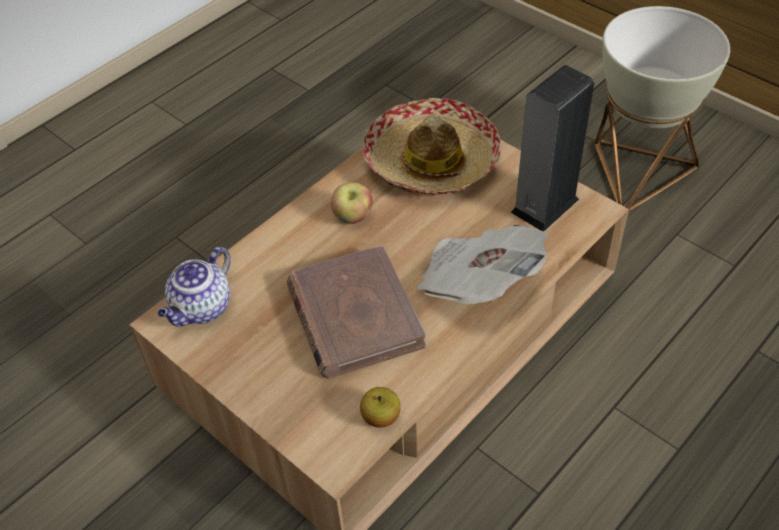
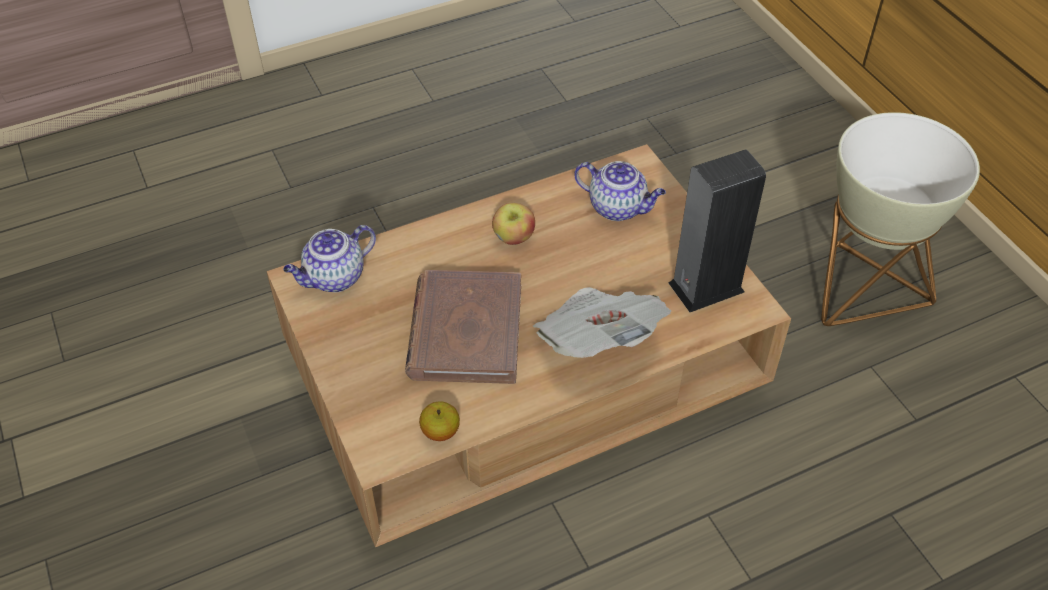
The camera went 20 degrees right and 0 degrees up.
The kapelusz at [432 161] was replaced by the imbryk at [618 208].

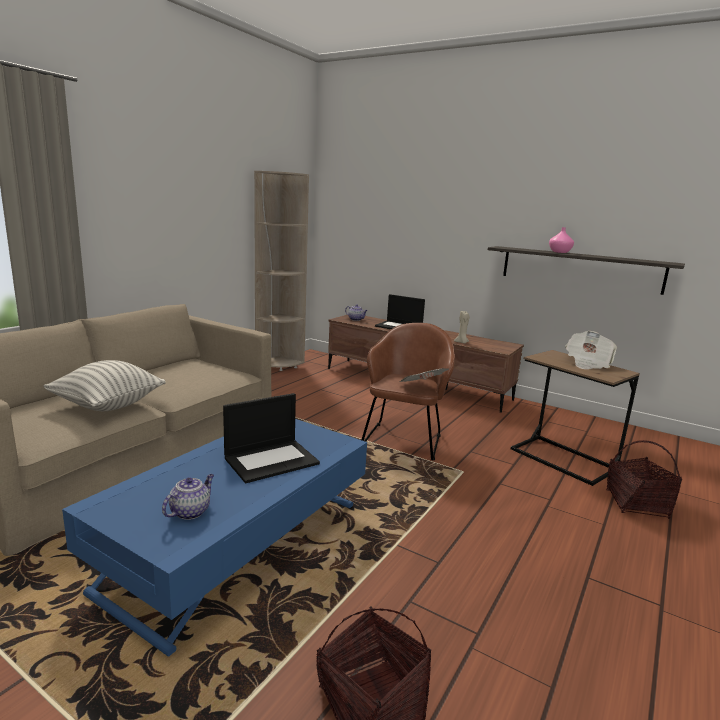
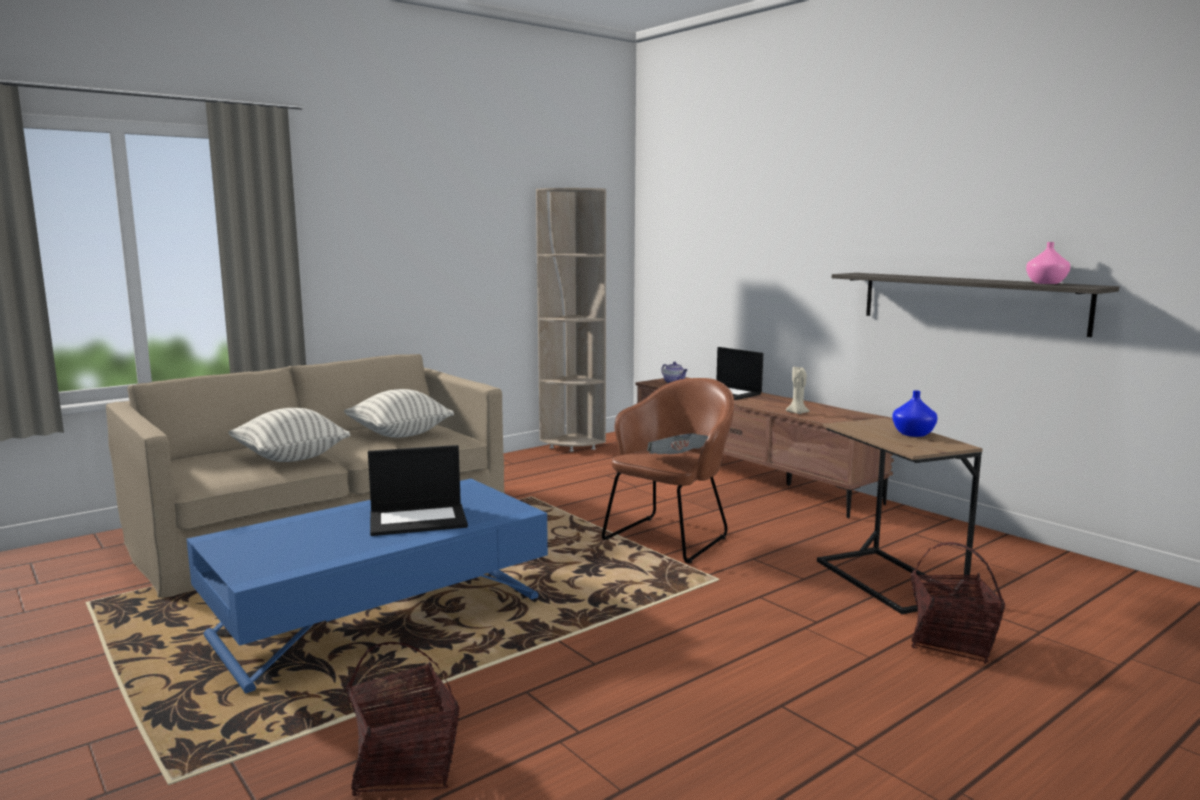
The camera went 20 degrees right and 5 degrees down.
The wazon (różowy) moved from [559 252] to [1045 283].
The gazeta at [587 363] was replaced by the wazon (niebieski) at [913 434].
The imbryk at [190 511] disappeared.
The poduszka at [399 434] appeared.

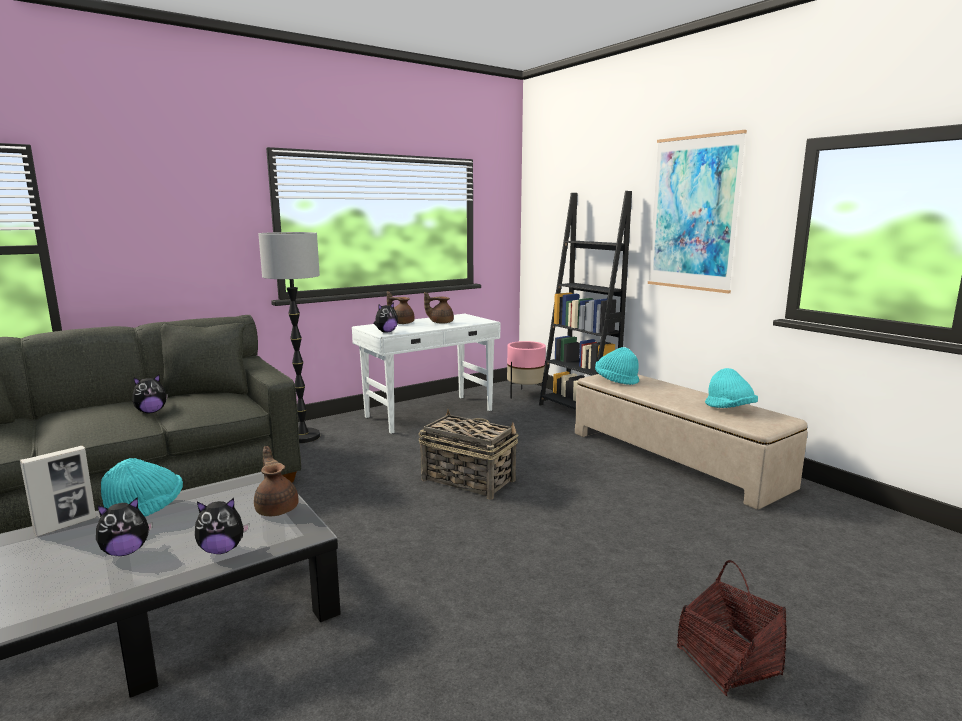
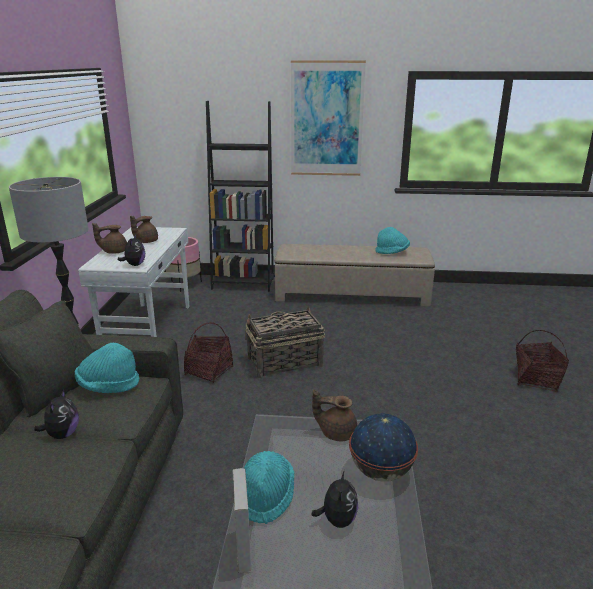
The camera went 50 degrees left and 10 degrees up.
The kapelusz (turkusowy) moved from [616 380] to [108 386].
The pluszak at [222 550] was replaced by the globus at [380 472].
The koszyk at [209 371] appeared.

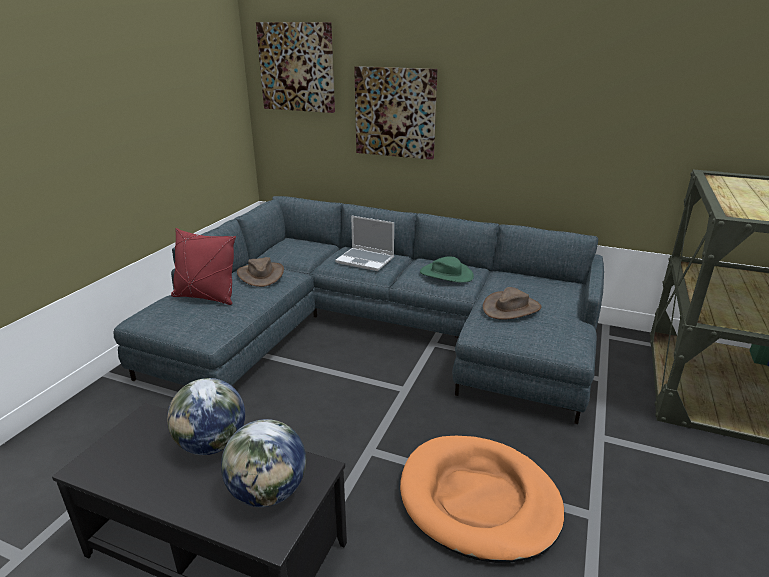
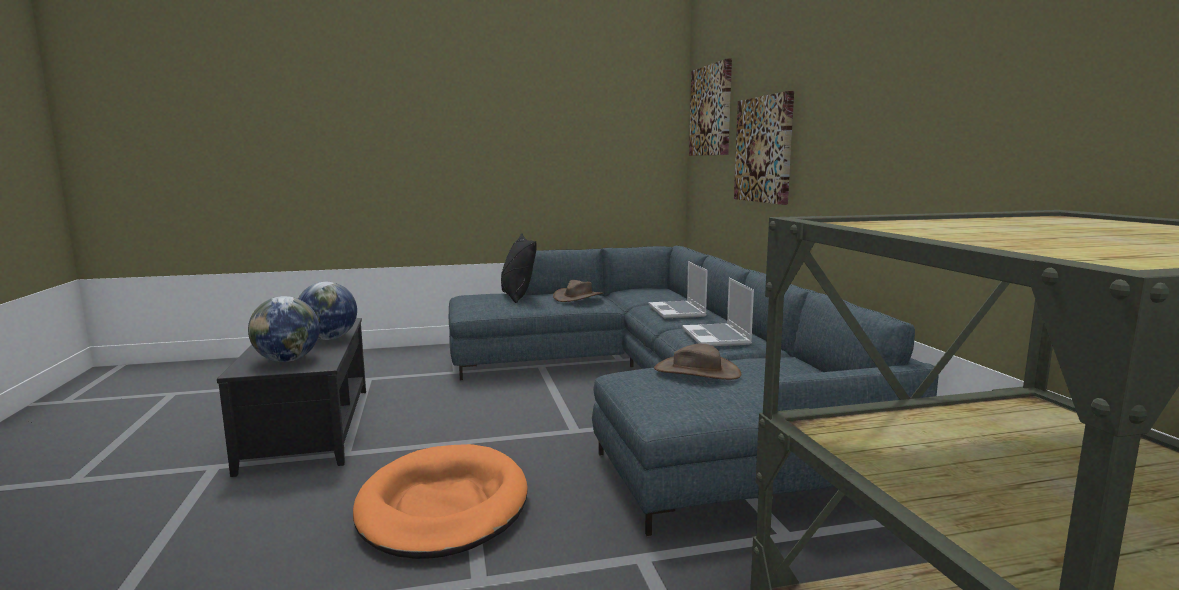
The camera went 55 degrees right and 15 degrees down.
The poduszka (czerwony) at [206 297] became the poduszka (czarny) at [517 297].
The kapelusz (zielony) at [446 274] was replaced by the laptop at [717 337].

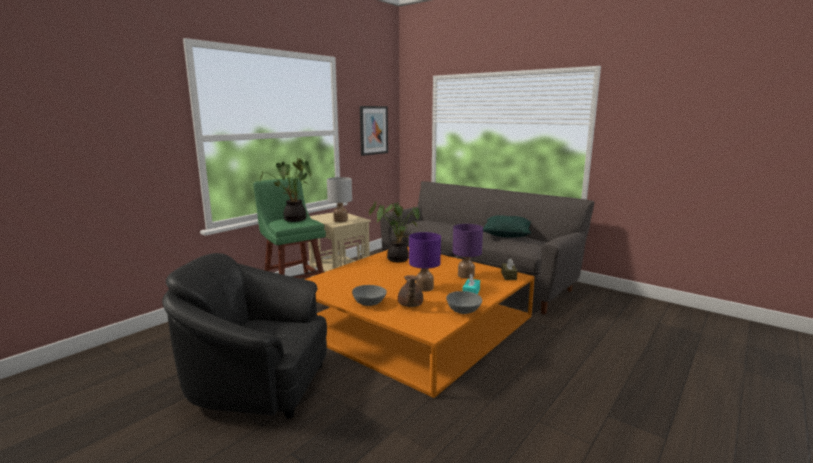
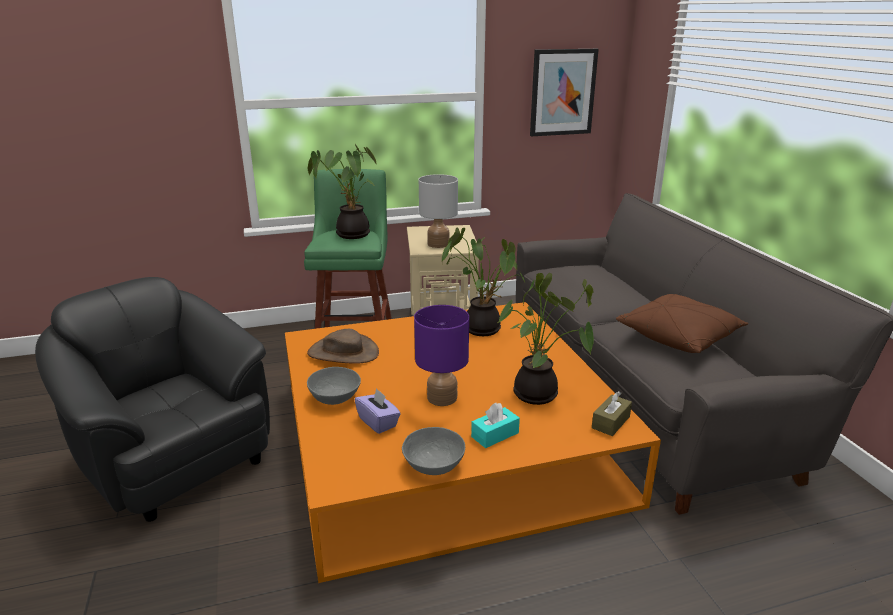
The camera went 35 degrees right and 10 degrees up.
The poduszka (zielony) at [506 234] became the poduszka (brązowy) at [679 336].
The lampa stołowa (fioletowy) at [466 275] was replaced by the roślina doniczkowa at [539 395].
The imbryk (brązowy) at [410 305] was replaced by the pudełko chusteczek (fioletowy) at [378 422].
The kapelusz (brązowy) at [343 352] appeared.

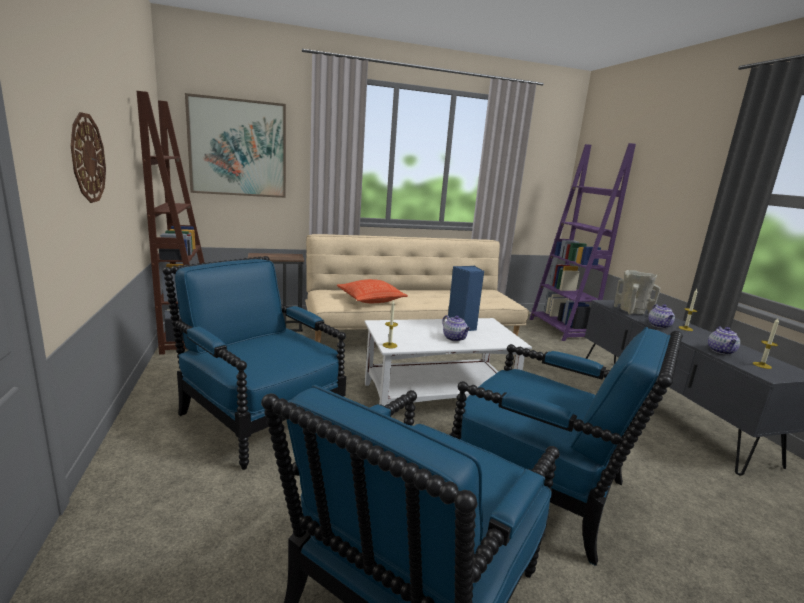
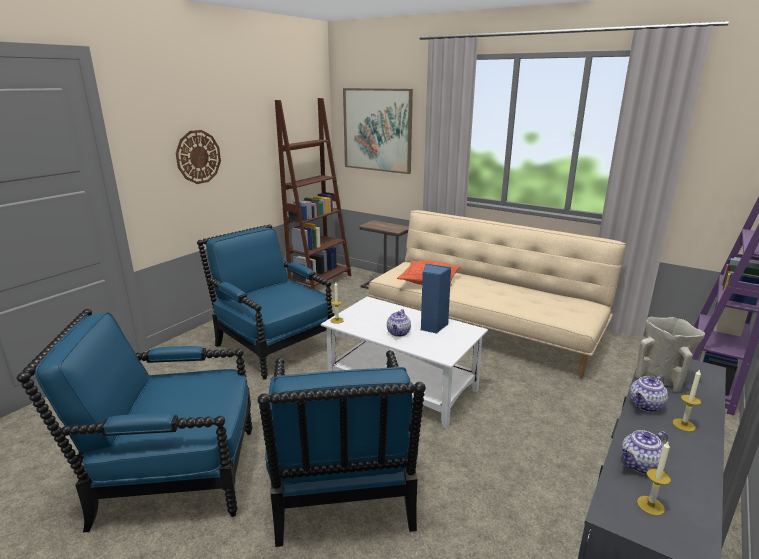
The camera went 50 degrees right and 5 degrees up.
The fotel (niebieski) at [258 416] turned 45 degrees counterclockwise.

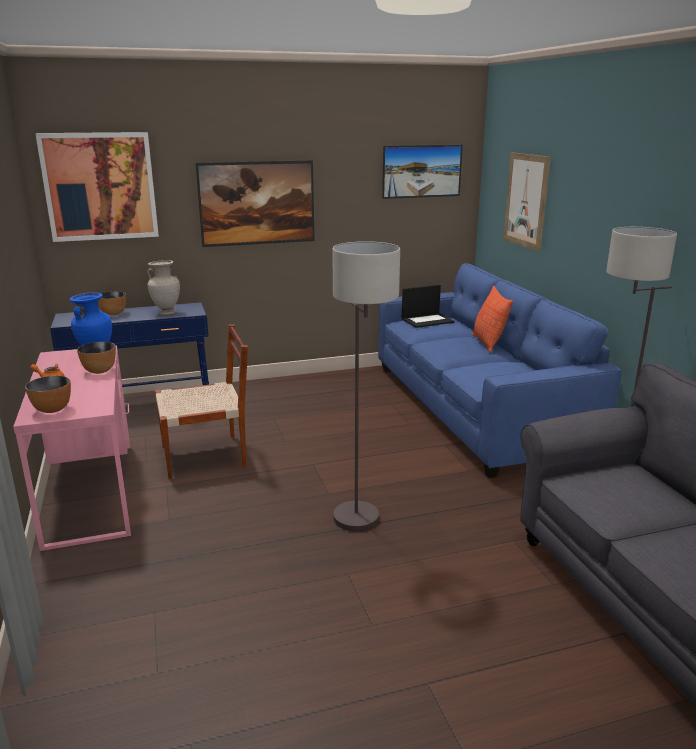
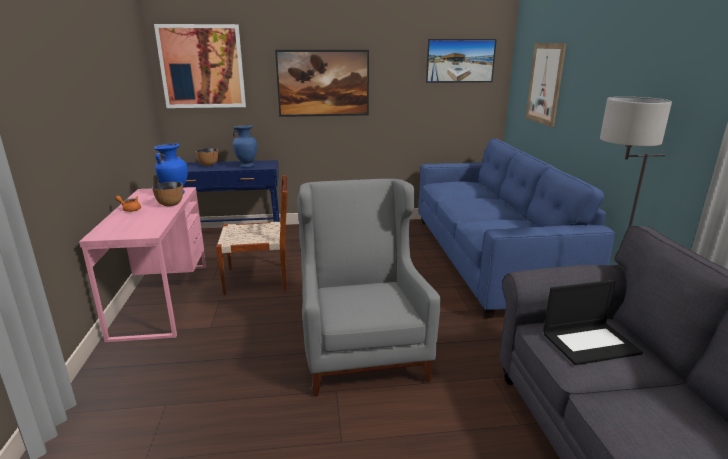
The camera went 10 degrees right and 0 degrees up.
The lampa stojąca (szary) at [361 525] was replaced by the fotel (szary) at [361 349].
The wazon (beżowy) at [166 313] became the wazon (niebieski) at [247 166].
The laptop moved from [427 320] to [590 342].
The poduszka (pomarańczowy) at [488 343] disappeared.
The miska at [52 409] disappeared.

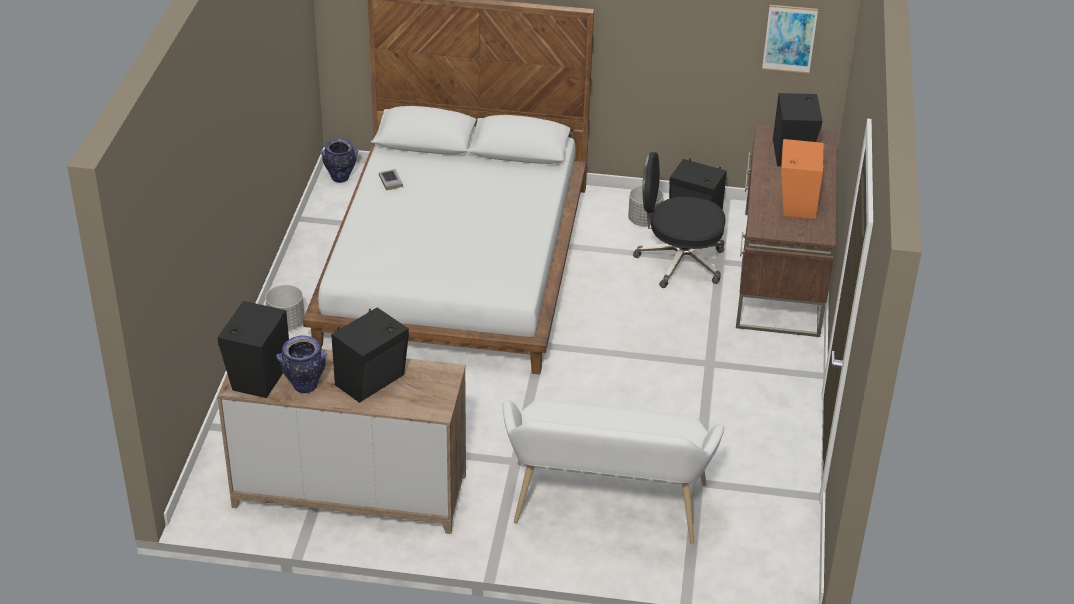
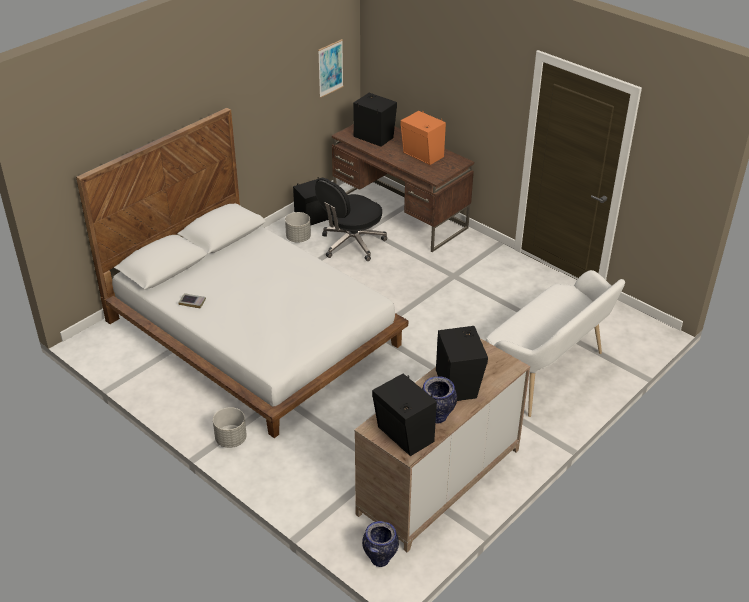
The camera went 55 degrees left and 0 degrees up.
The wazon moved from [340 178] to [380 559].

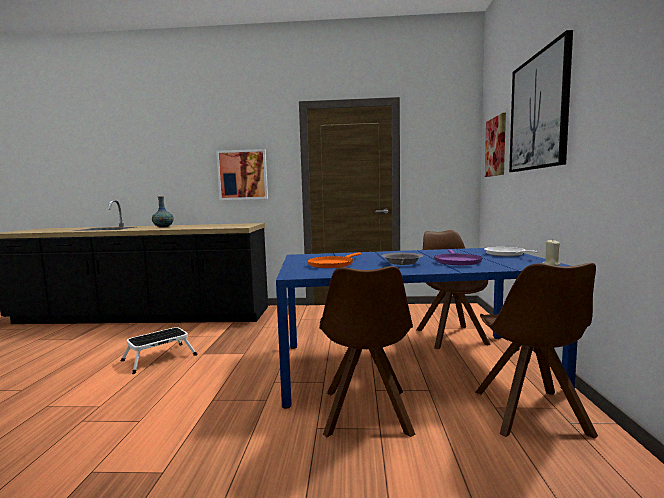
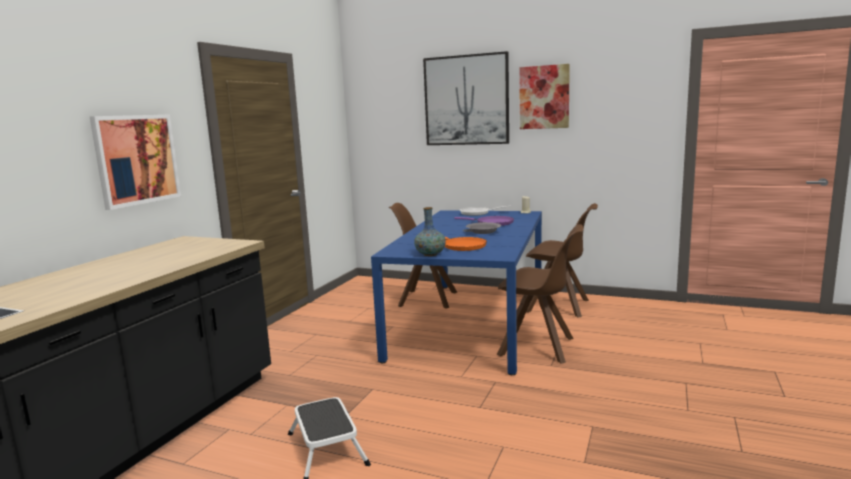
The camera went 70 degrees left and 5 degrees up.
The obraz moved from [496 146] to [544 97].
The wazon moved from [163 227] to [430 254].

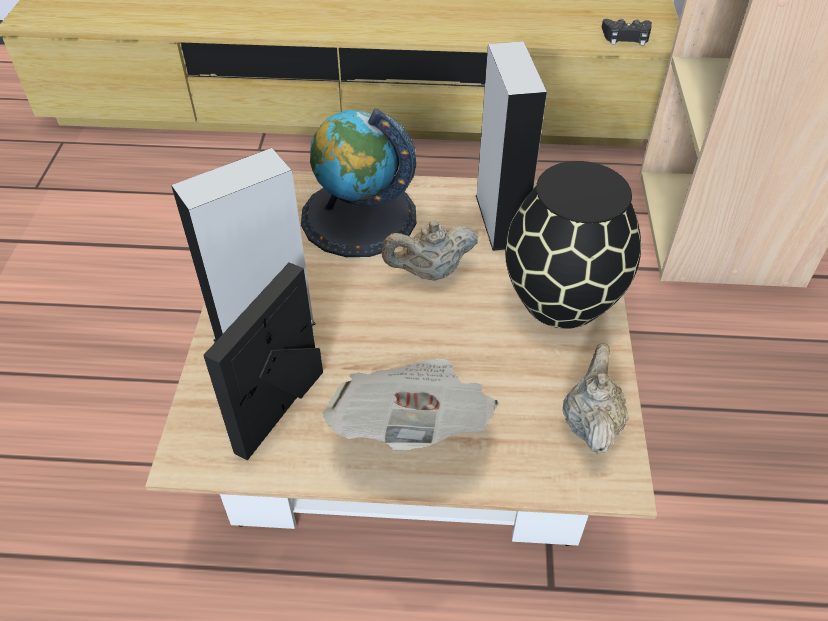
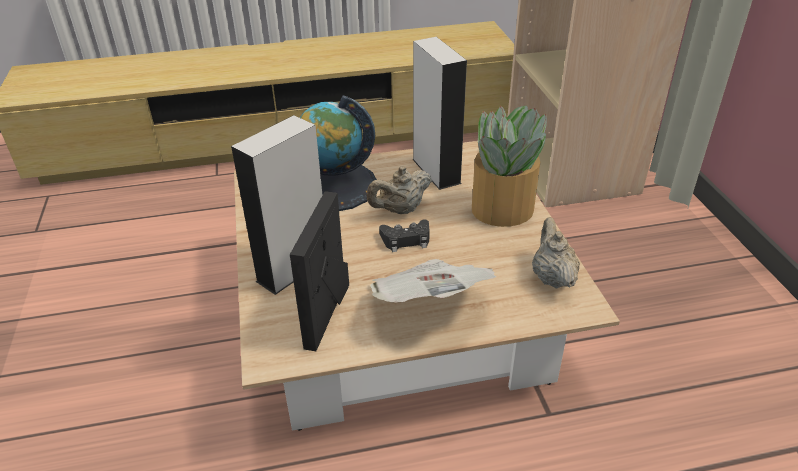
The camera went 15 degrees left and 10 degrees down.
The pad do gier (czarny) moved from [626 36] to [406 240].
The wazon (czarny) at [563 299] was replaced by the roślina doniczkowa at [500 209].

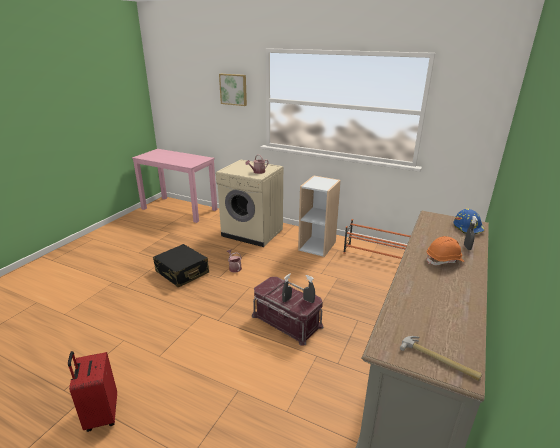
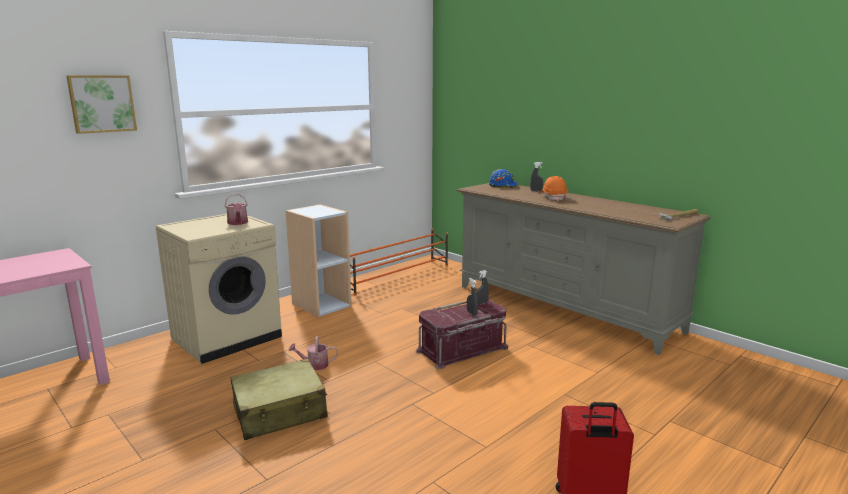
The camera went 70 degrees left and 10 degrees down.
The walizka (czarny) at [182 272] became the walizka (beżowy) at [280 412].

